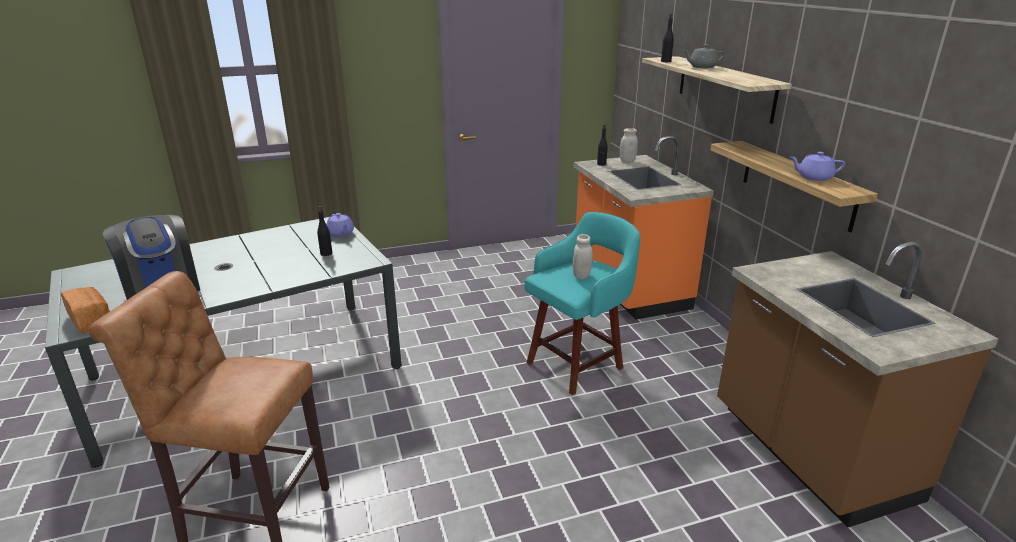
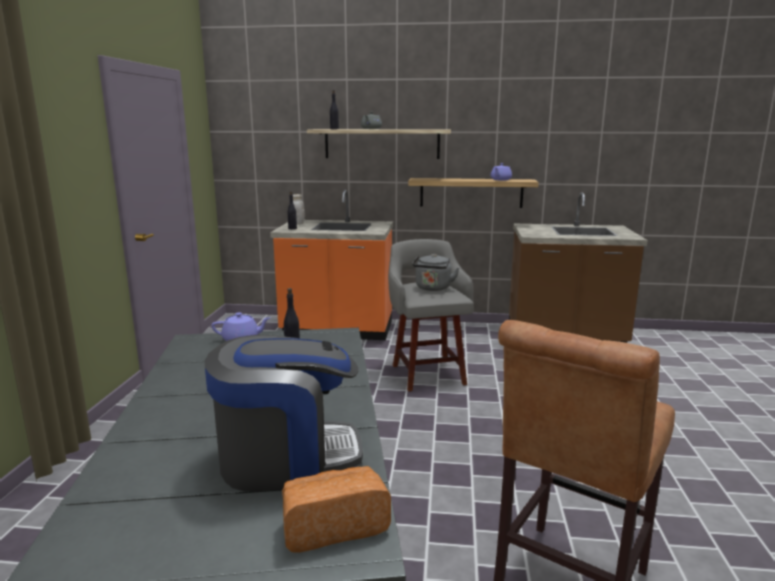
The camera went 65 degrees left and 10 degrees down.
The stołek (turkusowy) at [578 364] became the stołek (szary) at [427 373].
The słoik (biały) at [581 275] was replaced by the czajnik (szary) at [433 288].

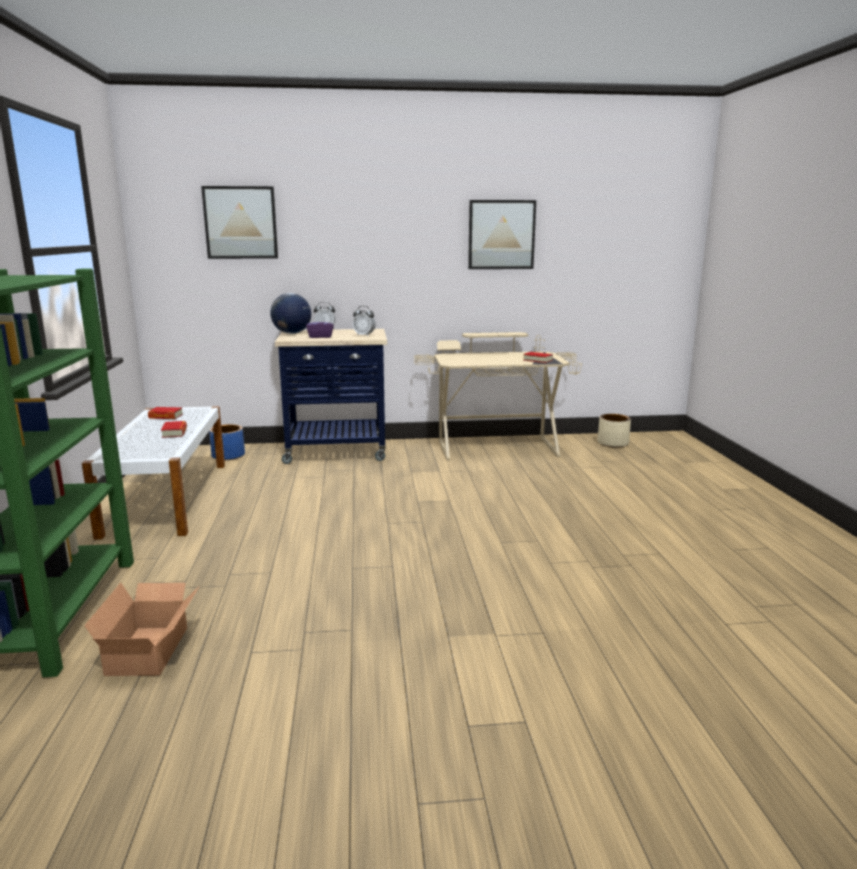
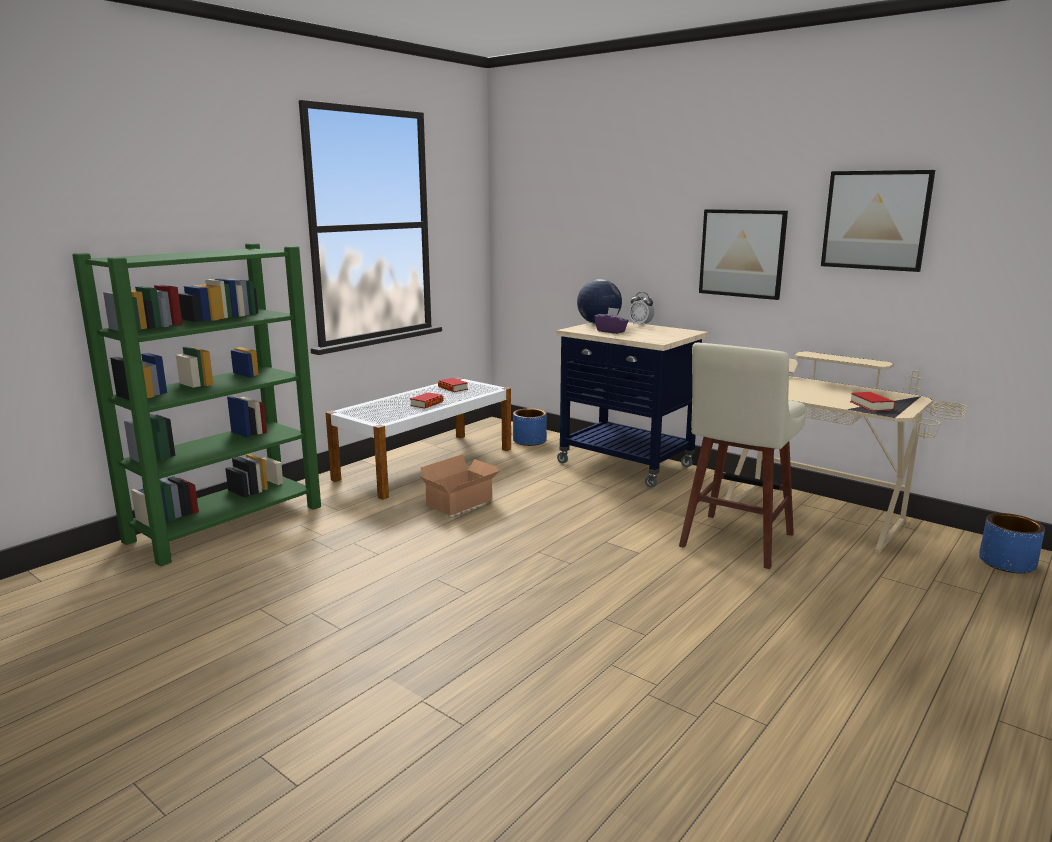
The camera went 45 degrees right and 0 degrees up.
The obraz moved from [240 222] to [742 253].
The budzik at [364 335] disappeared.
The donica (beżowy) at [612 443] became the donica (niebieski) at [1006 563].
The karton moved from [152 649] to [462 502].
The stołek (beżowy) at [735 542] appeared.

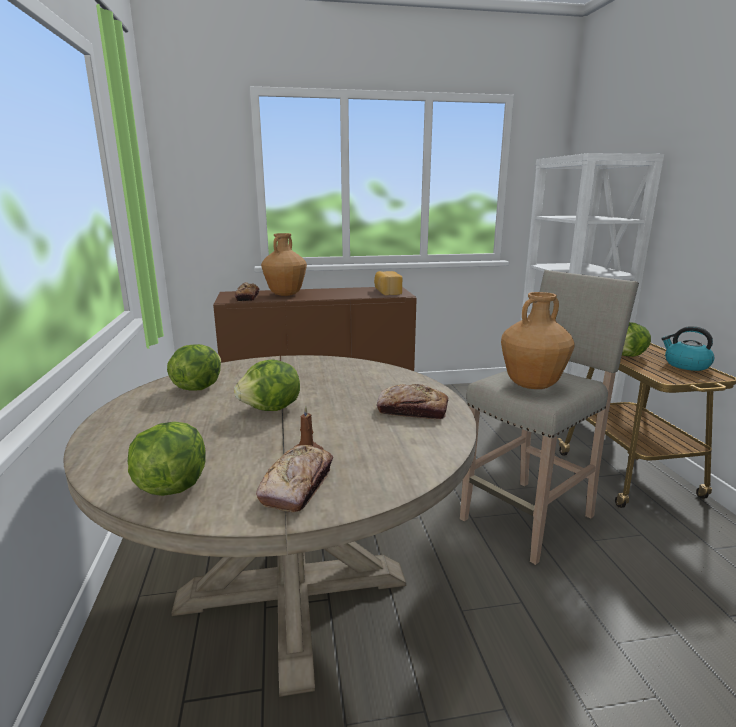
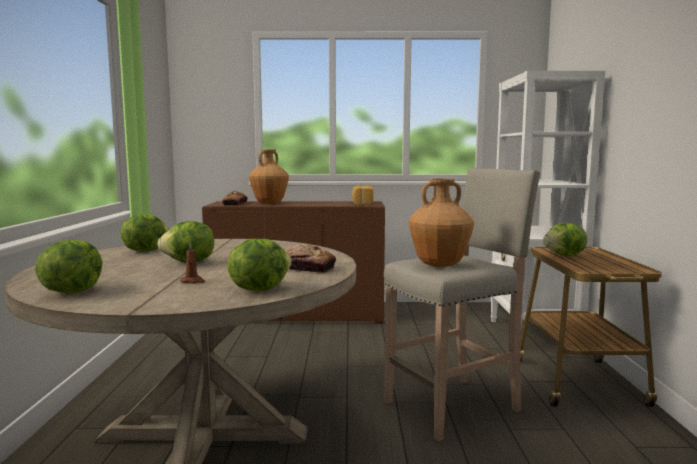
The camera went 10 degrees right and 10 degrees down.
The czajnik at [686 365] disappeared.
The chleb at [298 486] disappeared.
The sałata at [259 289] appeared.

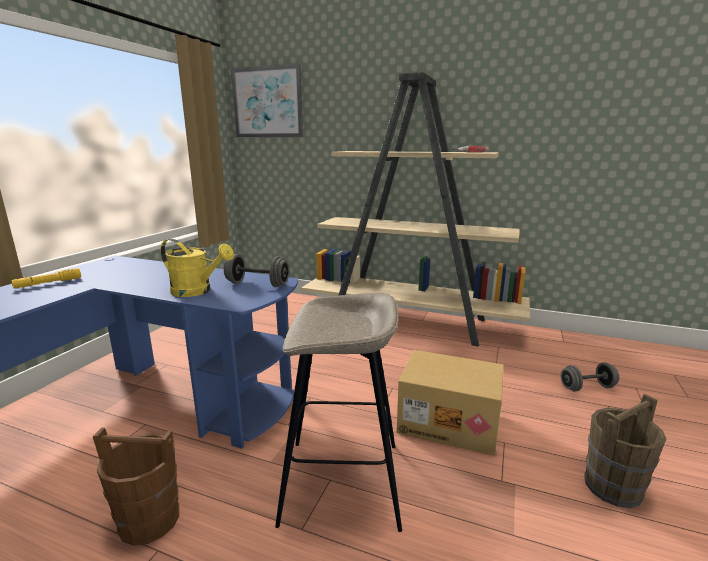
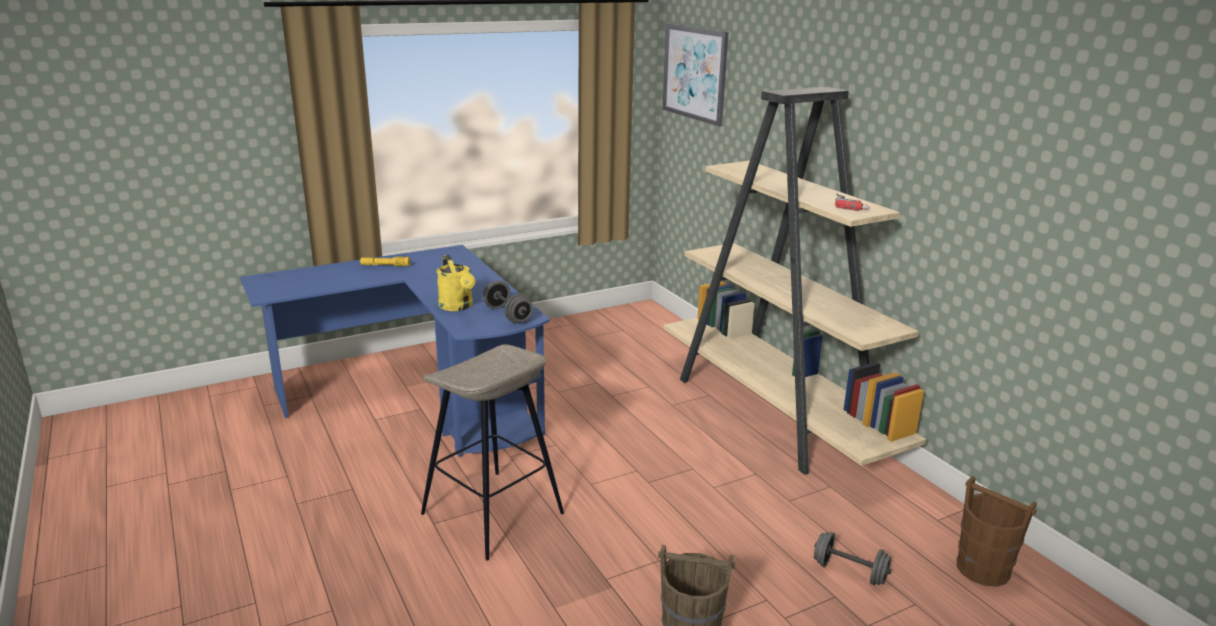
The camera went 40 degrees right and 5 degrees up.
The karton at [449 422] disappeared.
The wiadro (brązowy) moved from [149 520] to [982 569].

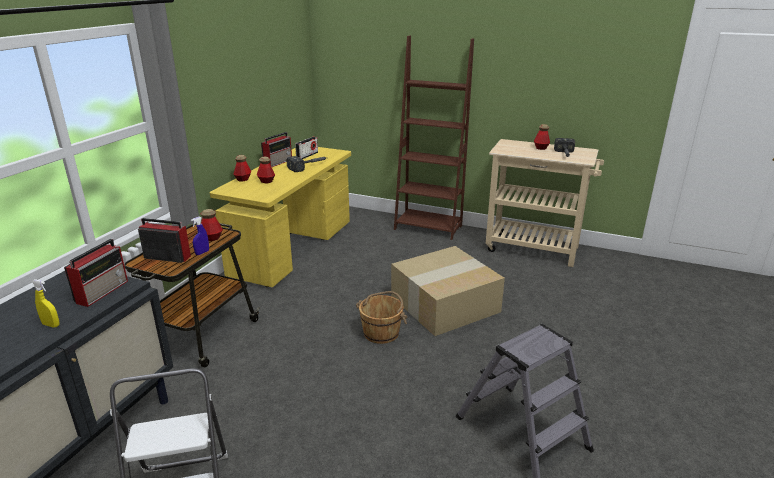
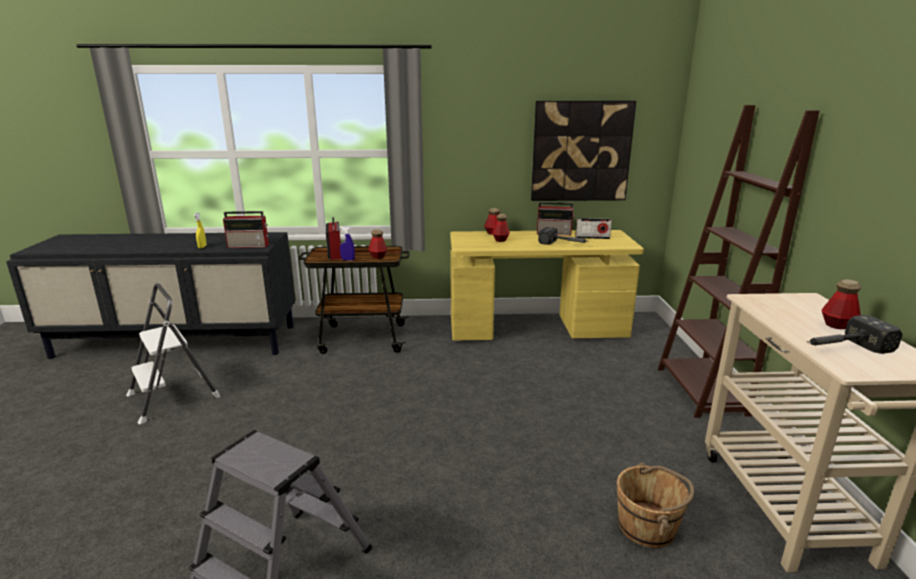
The camera went 65 degrees right and 5 degrees down.
The karton at [444 305] disappeared.
The wiadro (brązowy) moved from [381 332] to [648 527].
The obraz at [581 151] appeared.

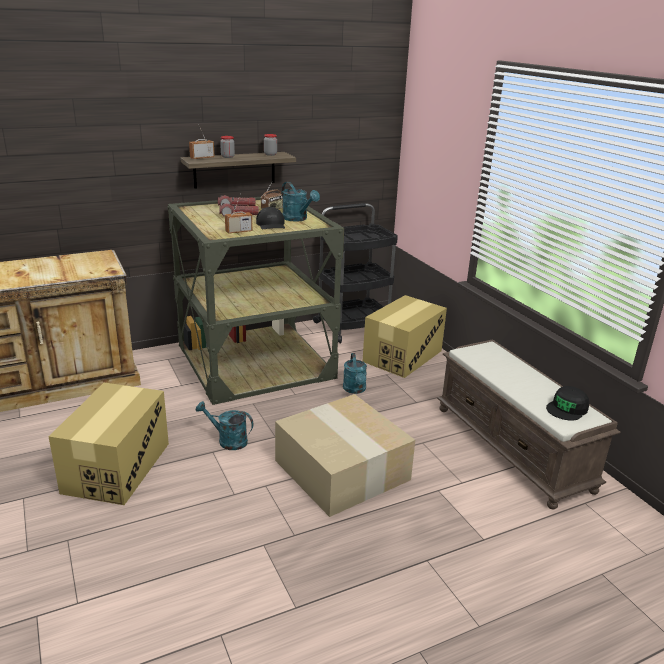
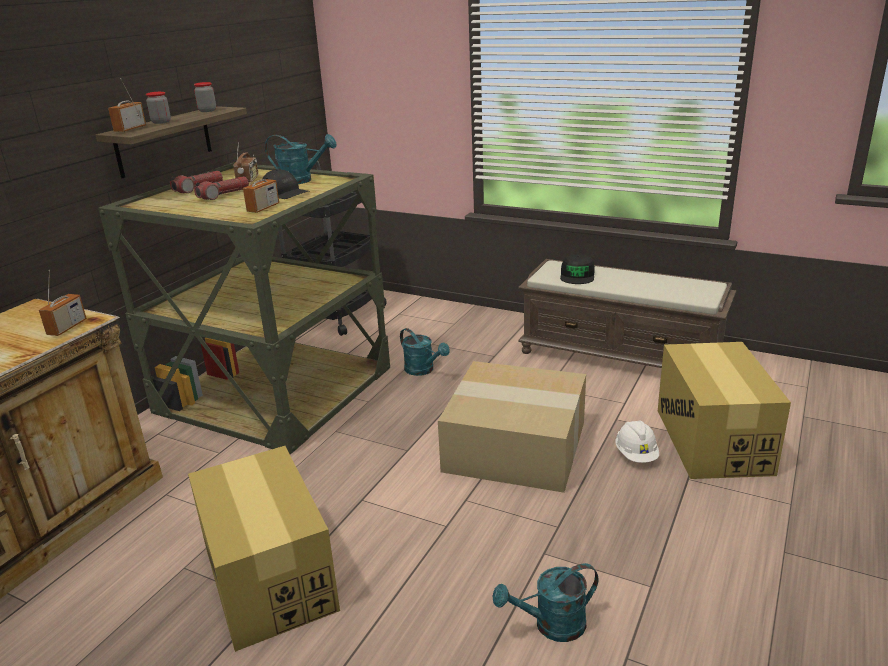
The camera went 35 degrees left and 0 degrees up.
The karton moved from [402 356] to [712 440].
The czapka z daszkiem (czarny) moved from [567 408] to [577 276].
The konewka (turkusowy) moved from [227 440] to [551 626].
The radio at [67 327] appeared.
The kask (biały) at [636 455] appeared.

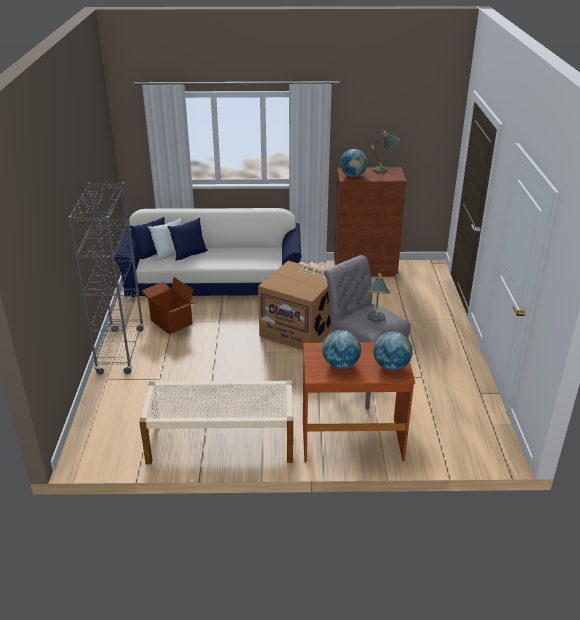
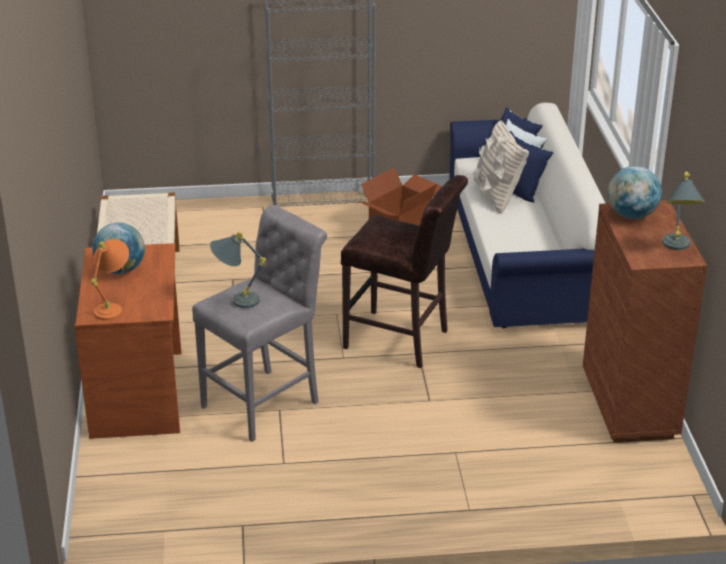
The camera went 85 degrees right and 0 degrees up.
The karton at [300 329] was replaced by the stołek (brązowy) at [401 341].
The globus at [391 366] was replaced by the lampa stołowa (pomarańczowy) at [113 307].
The poduszka (beżowy) at [496 195] appeared.

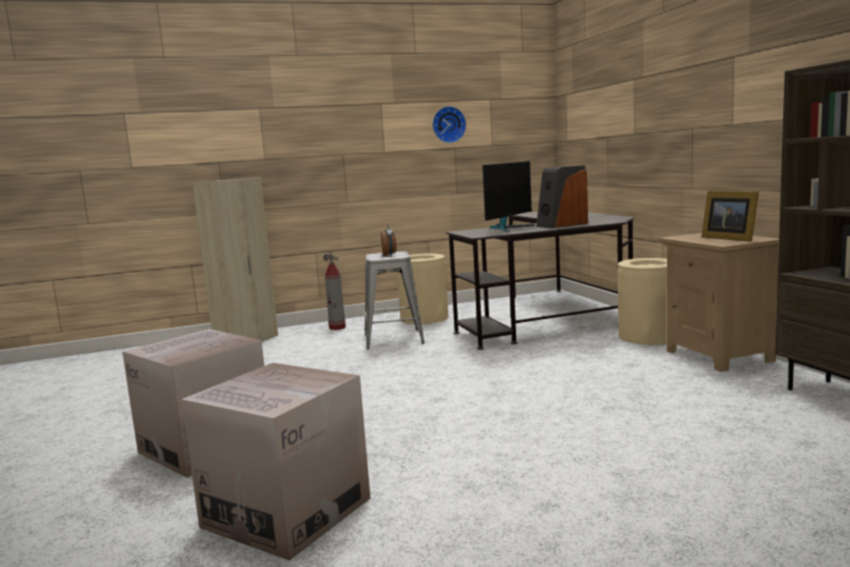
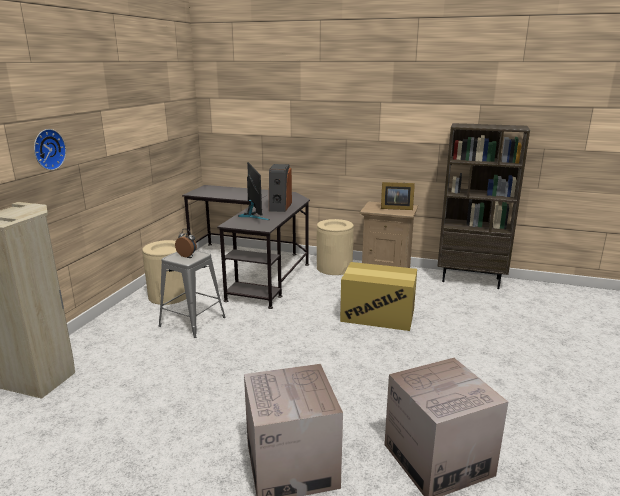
The camera went 55 degrees left and 10 degrees up.
The zegar ścienny moved from [448 124] to [47 149].
The gaśnica at [337 328] disappeared.
The karton at [377 315] appeared.

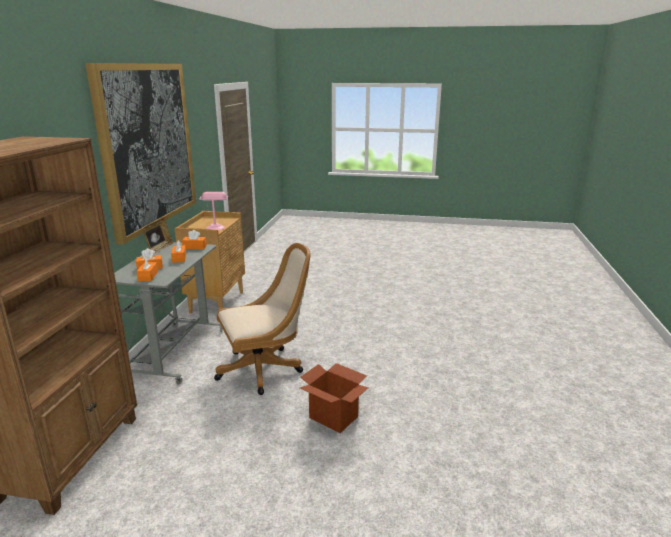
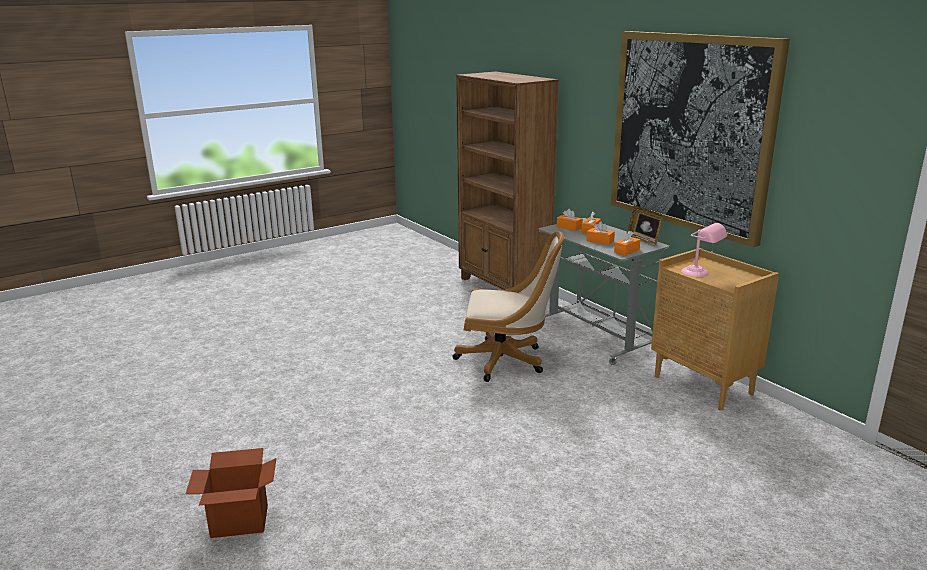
The camera went 135 degrees right and 0 degrees up.
The krzesło biurowe at [265 368] turned 105 degrees counterclockwise.
The karton moved from [334 417] to [239 521].

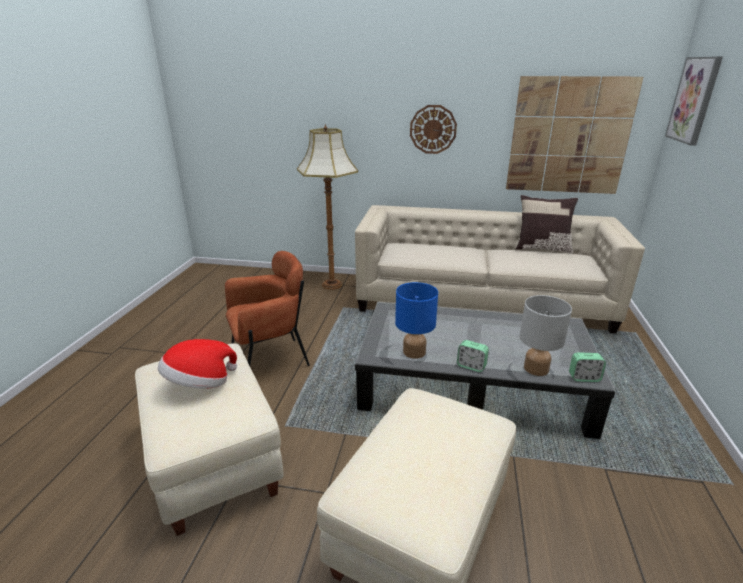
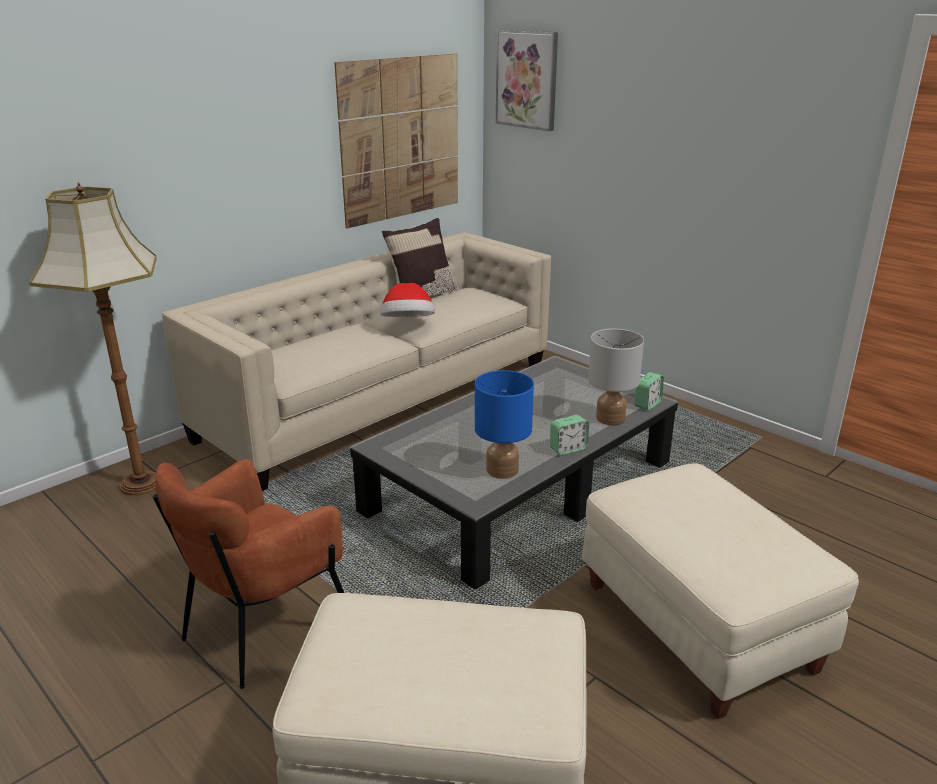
The camera went 55 degrees left and 0 degrees up.
The zegar ścienny at [433 129] disappeared.
The fotel (brązowy) at [270 360] turned 150 degrees counterclockwise.
The kapelusz moved from [200 384] to [408 324].

